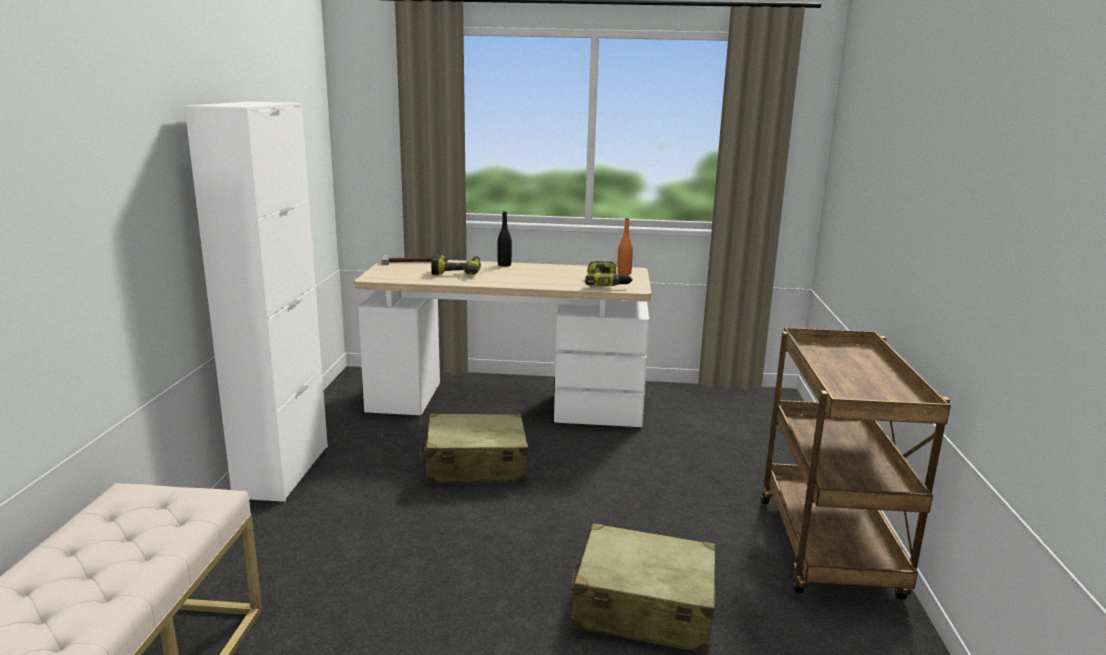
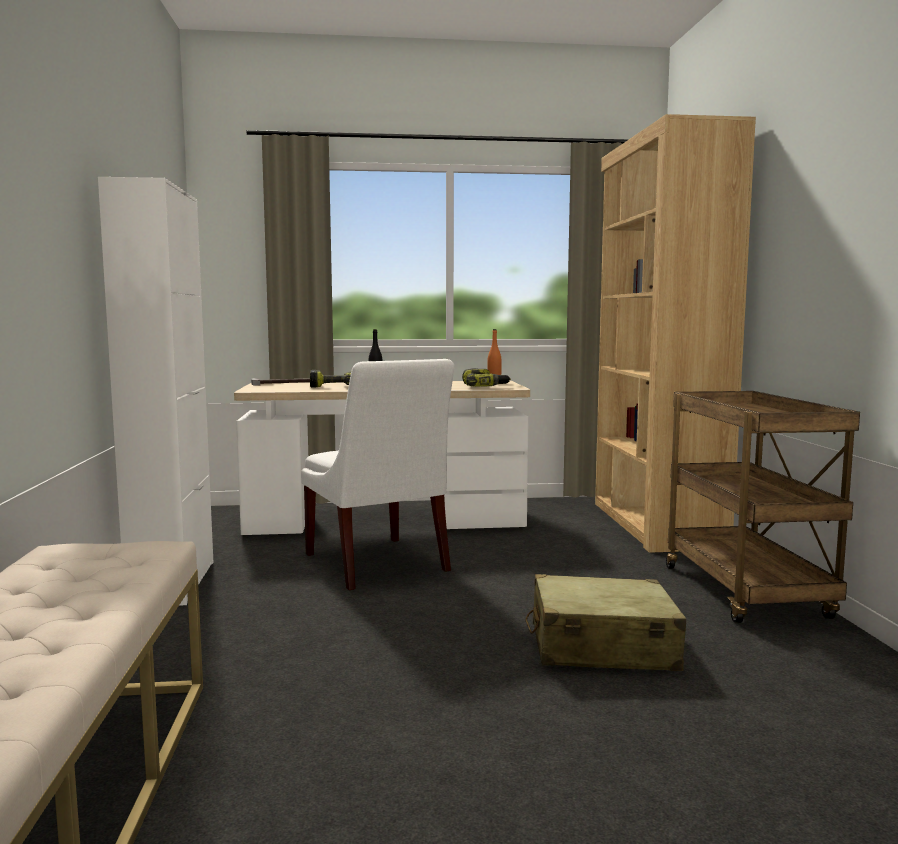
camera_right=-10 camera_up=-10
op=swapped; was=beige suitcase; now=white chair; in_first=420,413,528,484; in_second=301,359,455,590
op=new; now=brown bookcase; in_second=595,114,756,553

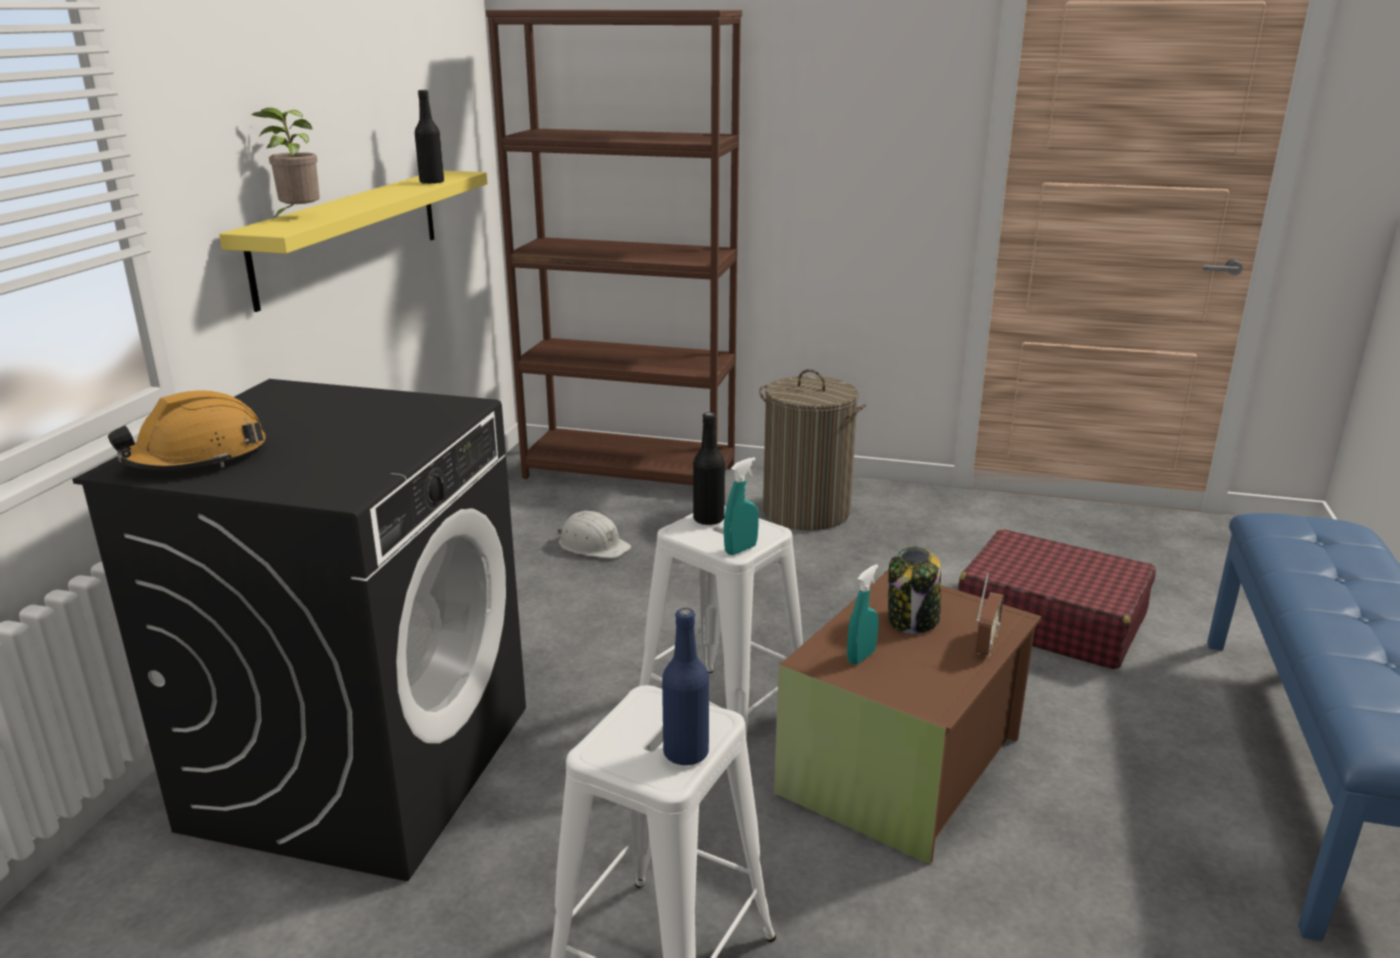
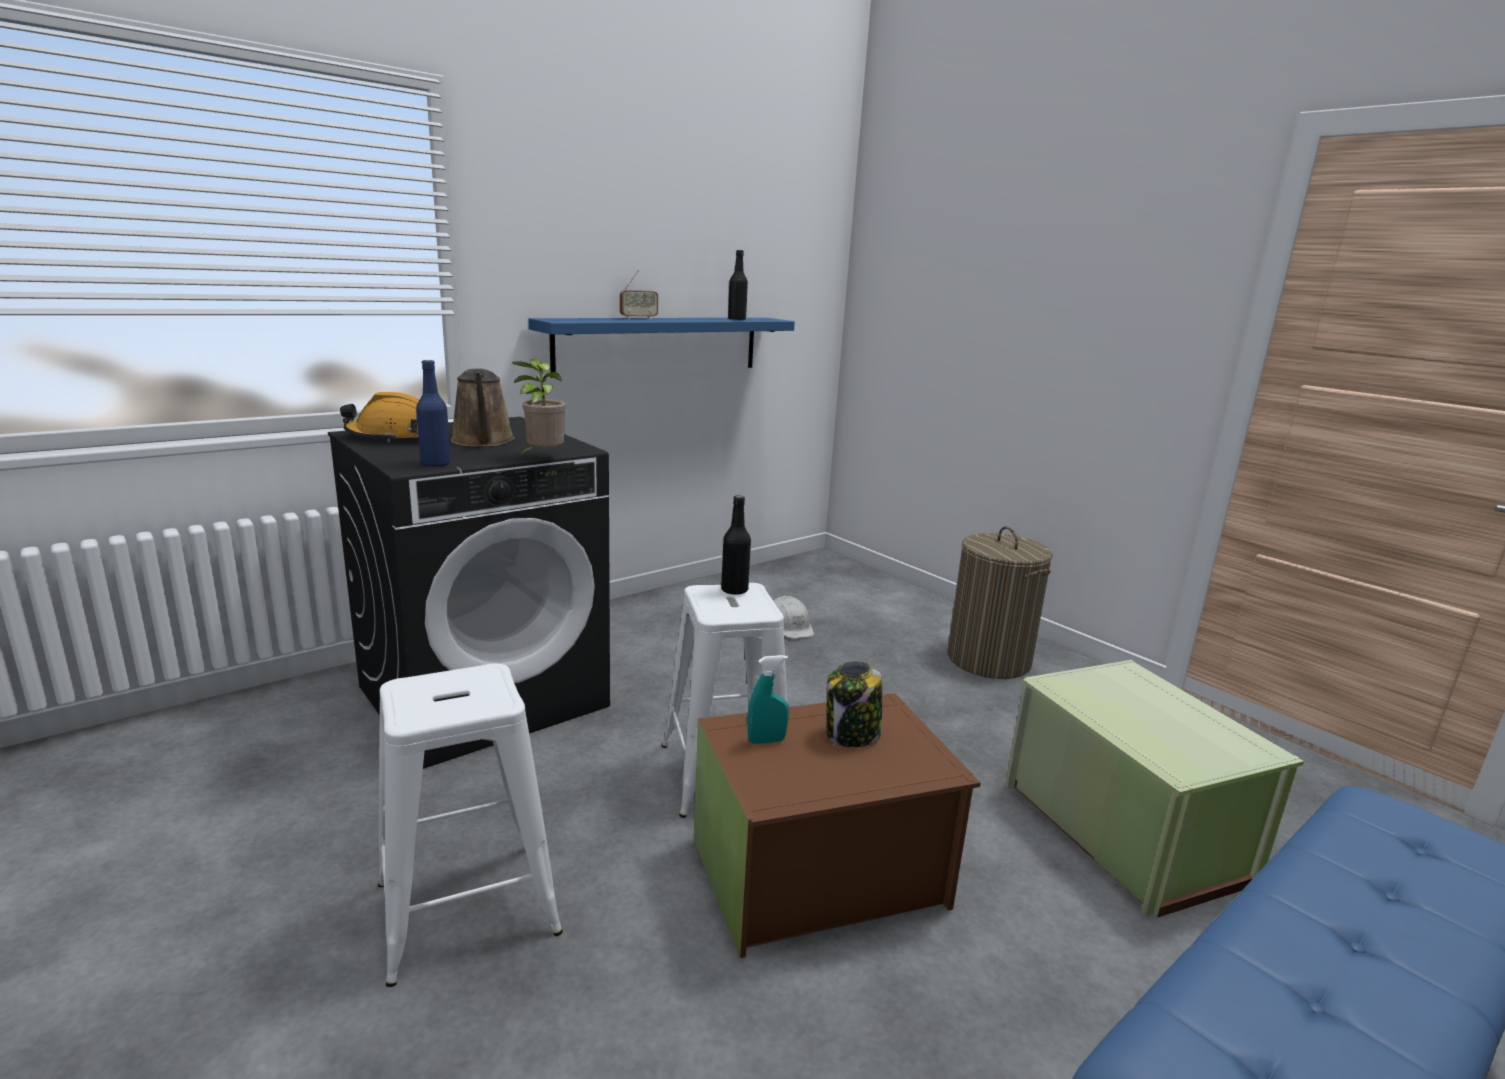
camera_right=35 camera_up=-5
op=repainted; was=yellow shelf; now=blue shelf; in_first=219,171,487,312; in_second=528,318,795,378
op=shifted; was=potted plant; in_first=251,108,320,219; in_second=512,359,566,454
op=gone; was=brown bookcase; in_first=486,10,742,485
op=shifted; was=blue bottle; in_first=662,608,709,766; in_second=416,360,451,467
op=gone; was=turquoise spray bottle; in_first=724,457,759,555
op=swapped; was=red suitcase; now=green storage box; in_first=958,529,1156,670; in_second=1005,660,1304,918
op=shifted; was=radio; in_first=975,573,1004,656; in_second=620,270,658,319
op=new; now=brown watering can; in_second=451,368,515,447

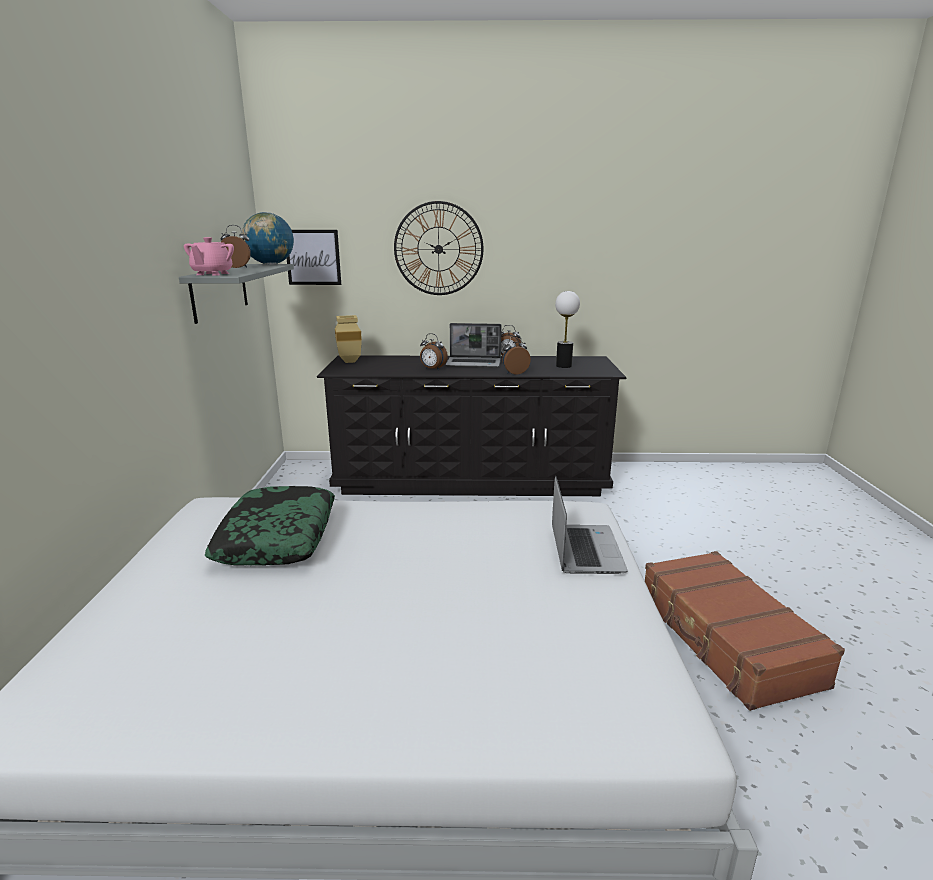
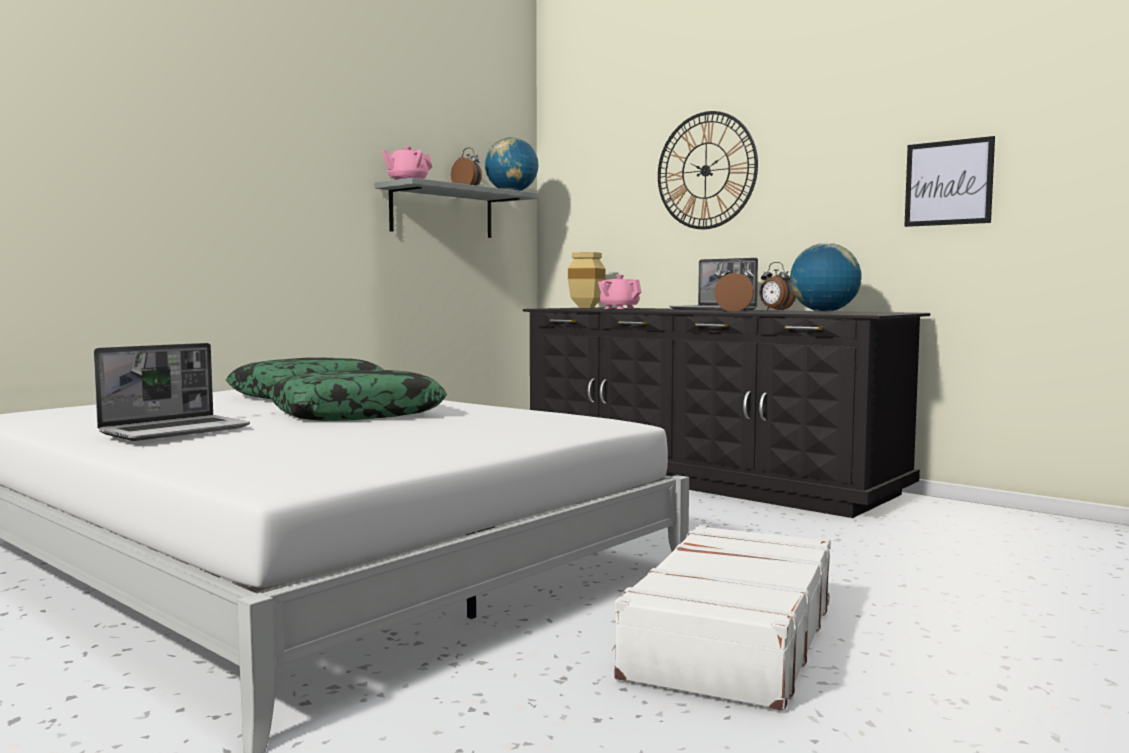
camera_right=40 camera_up=-15
op=shifted; was=picture; in_first=287,230,341,285; in_second=904,136,995,227
op=gone; was=alarm clock; in_first=420,333,448,370
op=shifted; was=laptop; in_first=552,476,628,574; in_second=94,343,250,441
op=swapped; was=table lamp; now=globe; in_first=555,291,580,368; in_second=790,243,862,312
op=repainted; was=brown suitcase; now=white suitcase; in_first=645,551,845,711; in_second=611,525,831,710
op=new; now=pillow; in_second=269,370,447,421
op=new; now=pink teapot; in_second=598,274,642,309

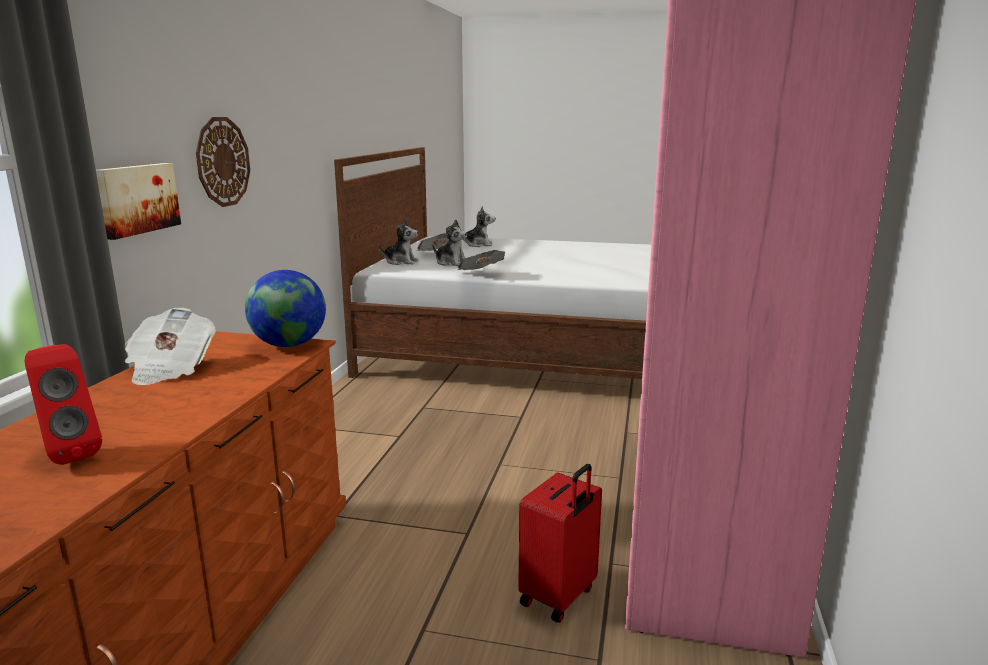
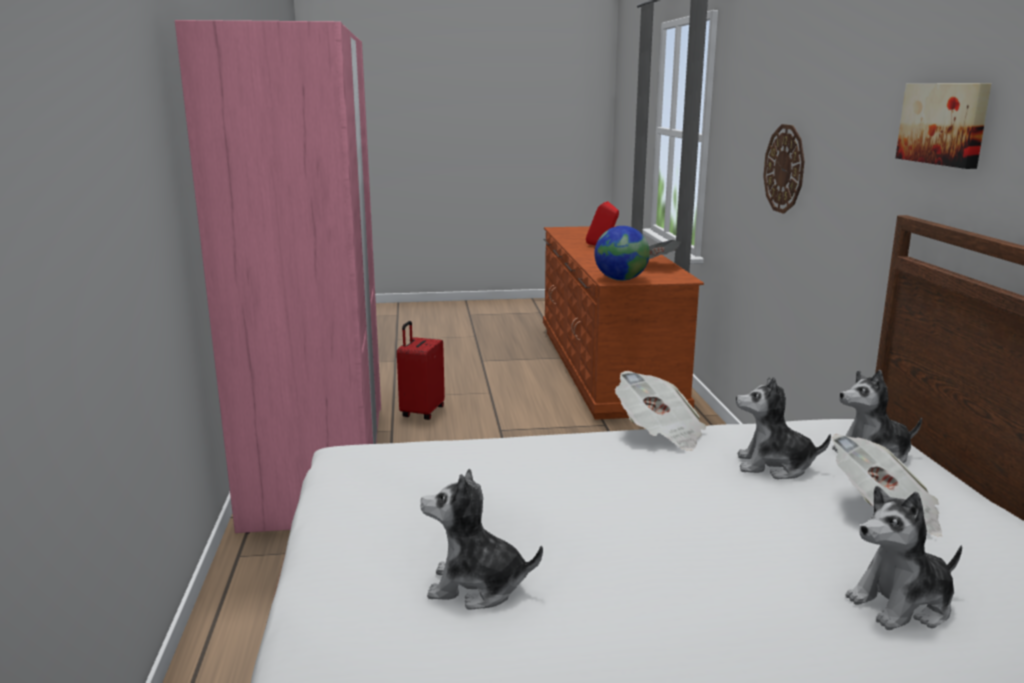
camera_right=160 camera_up=0
op=shifted; was=picture; in_first=96,163,181,240; in_second=896,83,991,169
op=new; now=plush toy; in_second=420,469,543,610

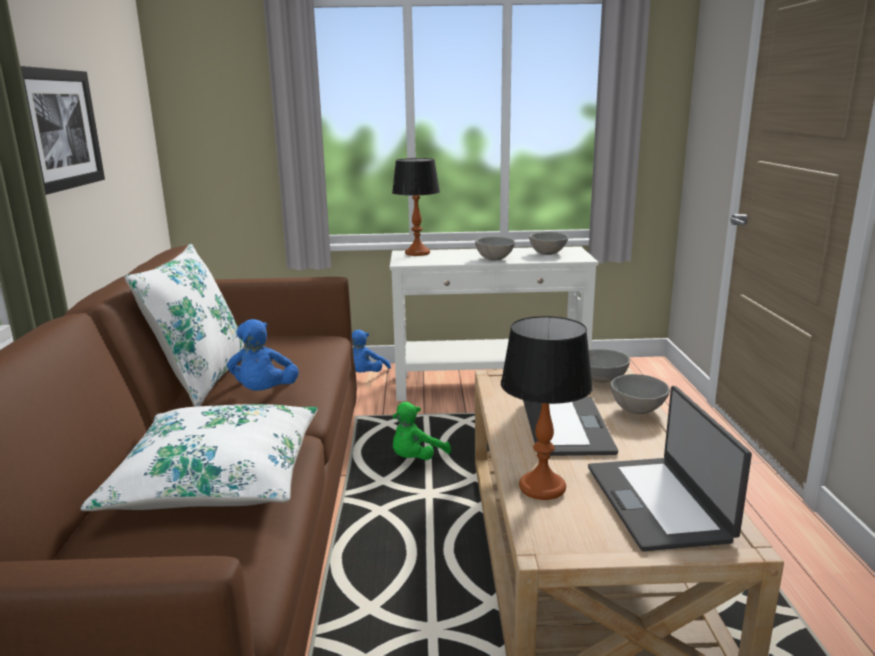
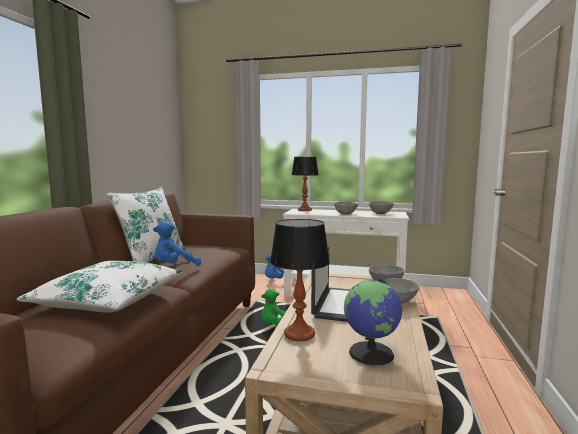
camera_right=15 camera_up=-10
op=gone; was=picture; in_first=20,66,105,195
op=rotated; was=blue plush toy; in_first=227,319,299,391; in_second=153,221,201,266; clockwise=45
op=swapped; was=laptop; now=globe; in_first=588,386,752,552; in_second=344,279,402,366

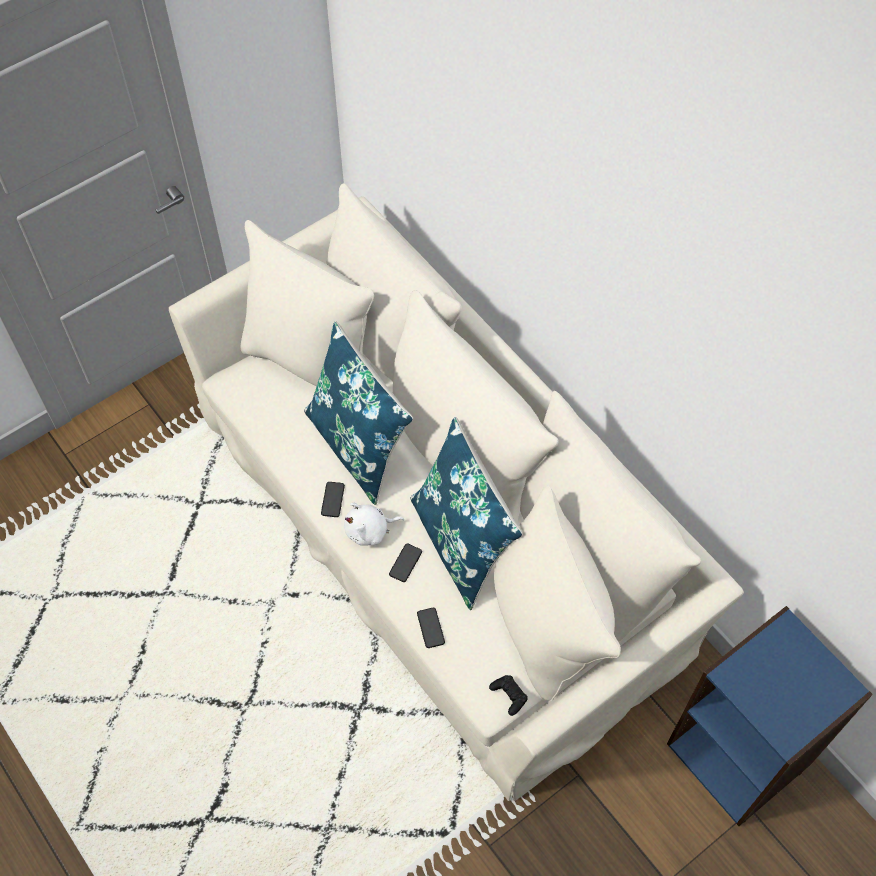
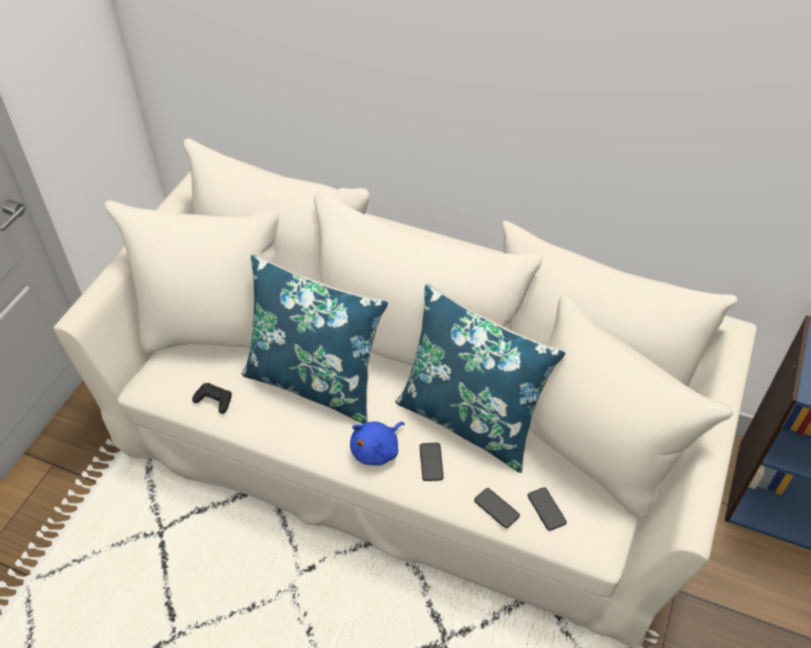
camera_right=-30 camera_up=-10
op=shifted; was=phone; in_first=321,482,345,517; in_second=527,487,567,531
op=repainted; was=white plush toy; now=blue plush toy; in_first=344,503,404,546; in_second=350,422,405,466
op=shifted; was=black game controller; in_first=489,675,528,716; in_second=192,383,232,414

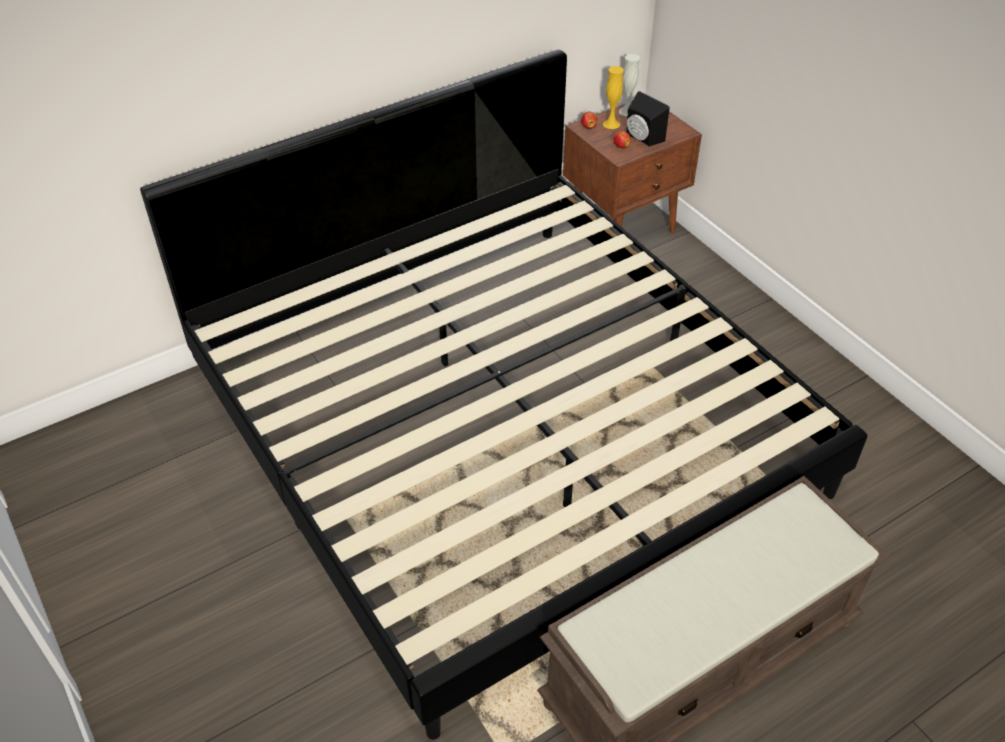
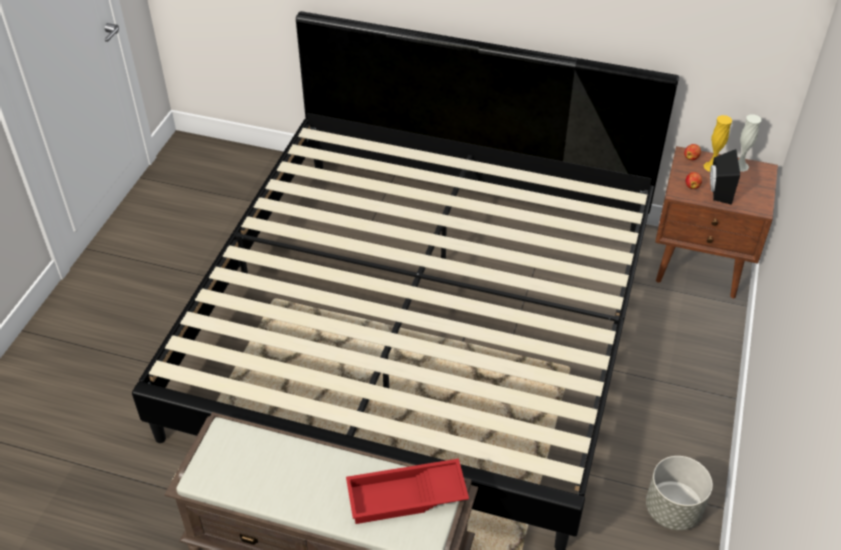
camera_right=50 camera_up=0
op=new; now=red tray; in_second=346,458,469,524
op=new; now=grey planter; in_second=646,456,713,530

